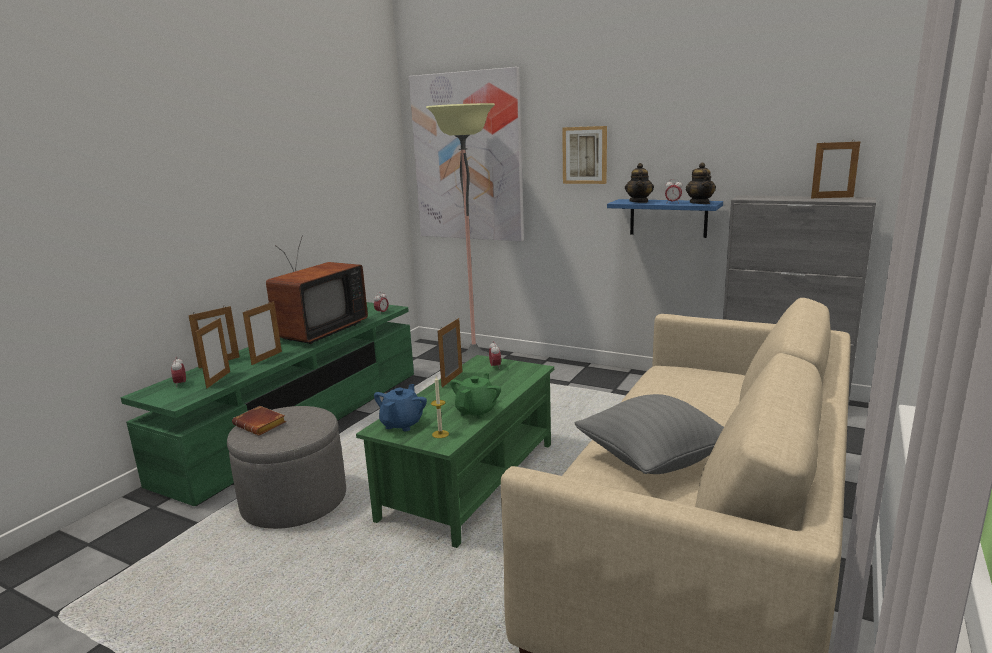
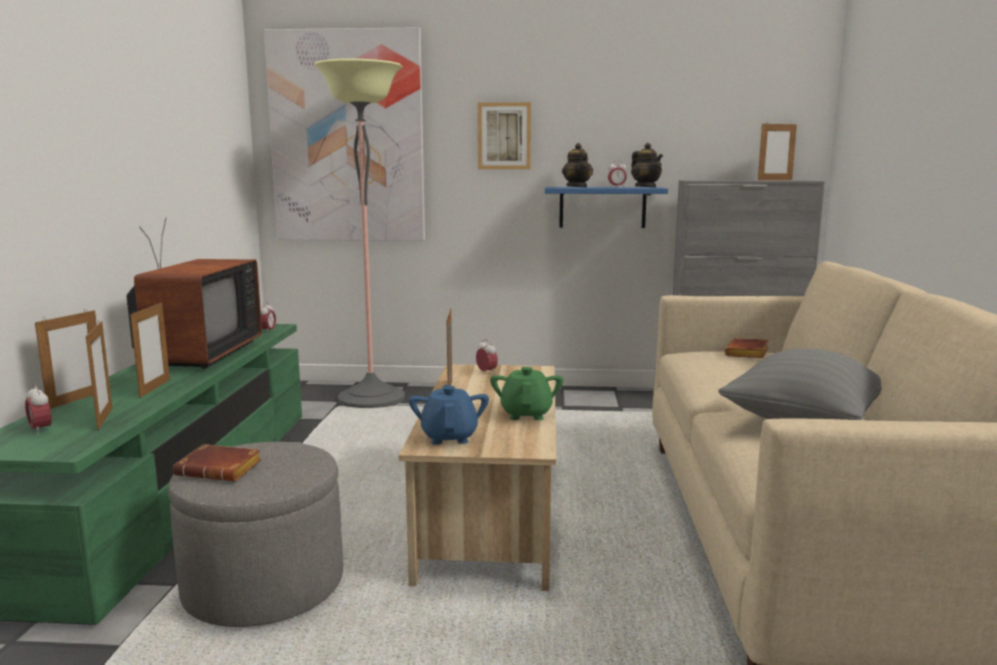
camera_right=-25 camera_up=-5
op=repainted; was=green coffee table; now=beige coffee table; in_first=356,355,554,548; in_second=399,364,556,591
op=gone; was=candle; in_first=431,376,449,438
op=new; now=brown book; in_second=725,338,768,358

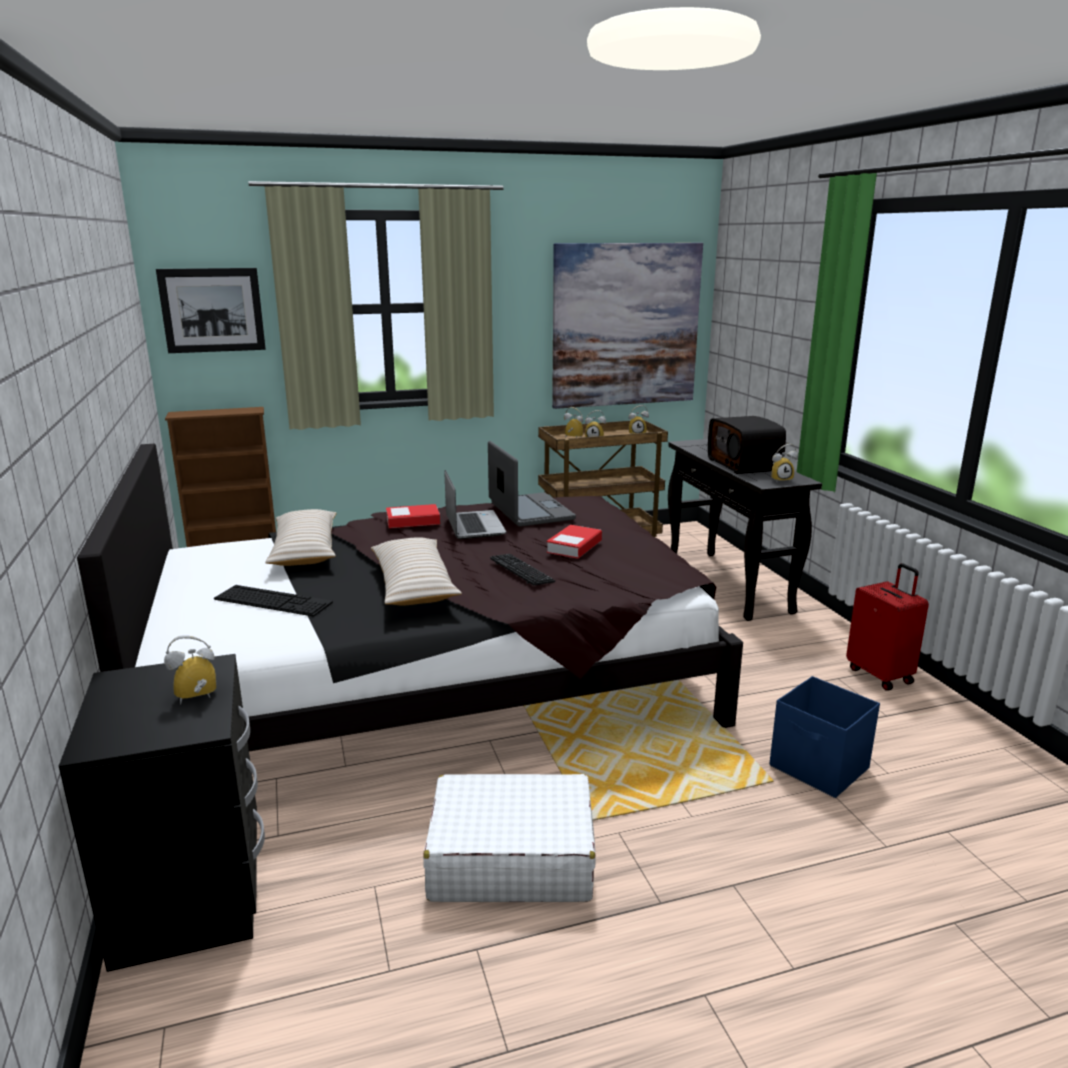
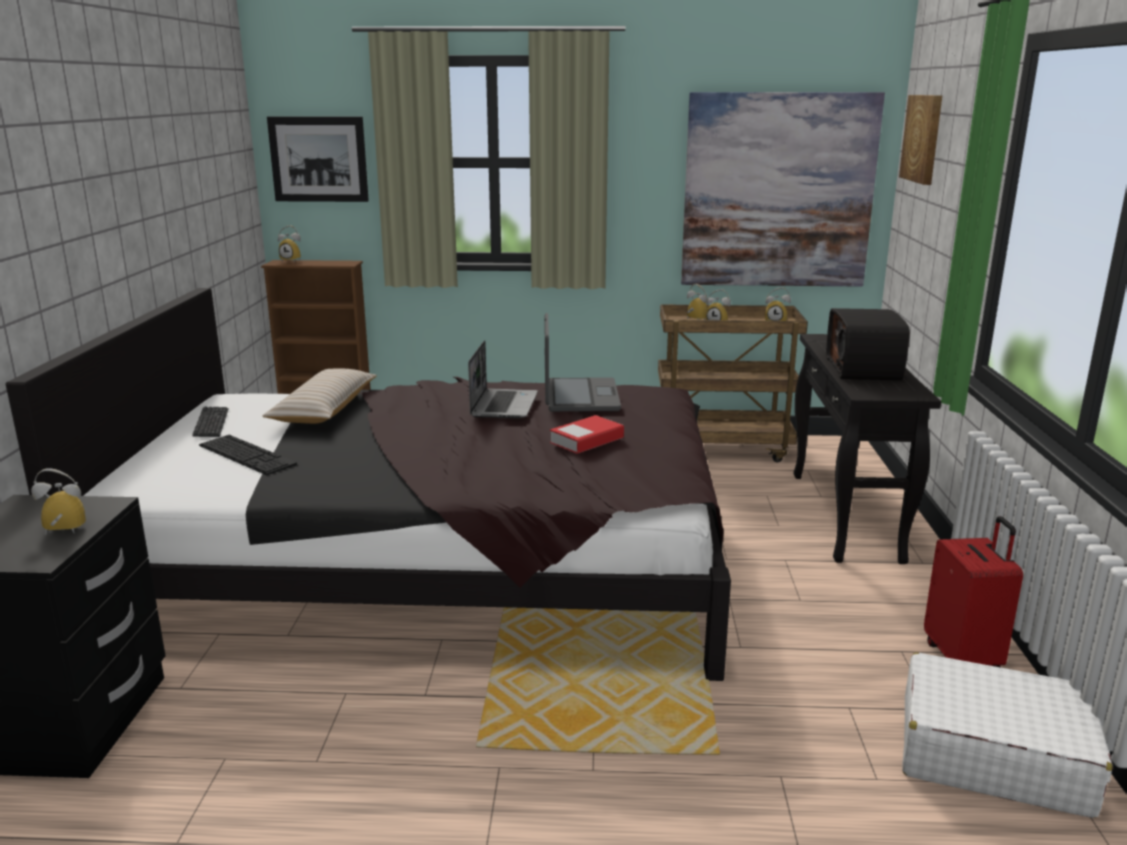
camera_right=20 camera_up=0
op=gone; was=beige pillow; in_first=371,537,462,606
op=gone; was=book; in_first=386,504,440,529
op=shifted; was=white suitcase; in_first=423,774,596,902; in_second=902,652,1113,818
op=shifted; was=keyboard; in_first=490,554,555,585; in_second=192,407,228,437
op=gone; was=blue storage box; in_first=770,676,880,798
op=shifted; was=alarm clock; in_first=771,444,798,482; in_second=278,226,301,262
op=new; now=picture; in_second=899,95,942,185

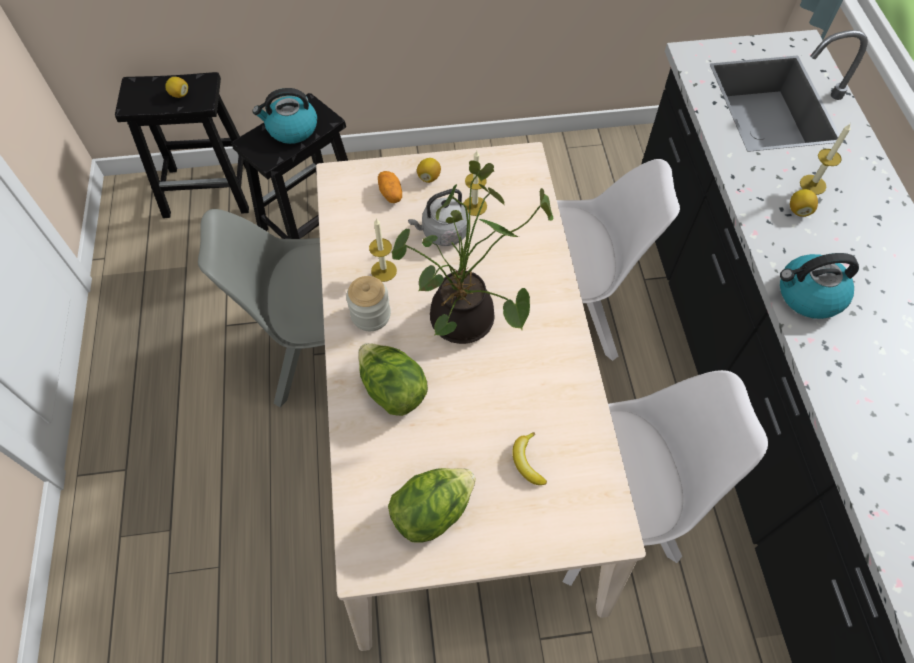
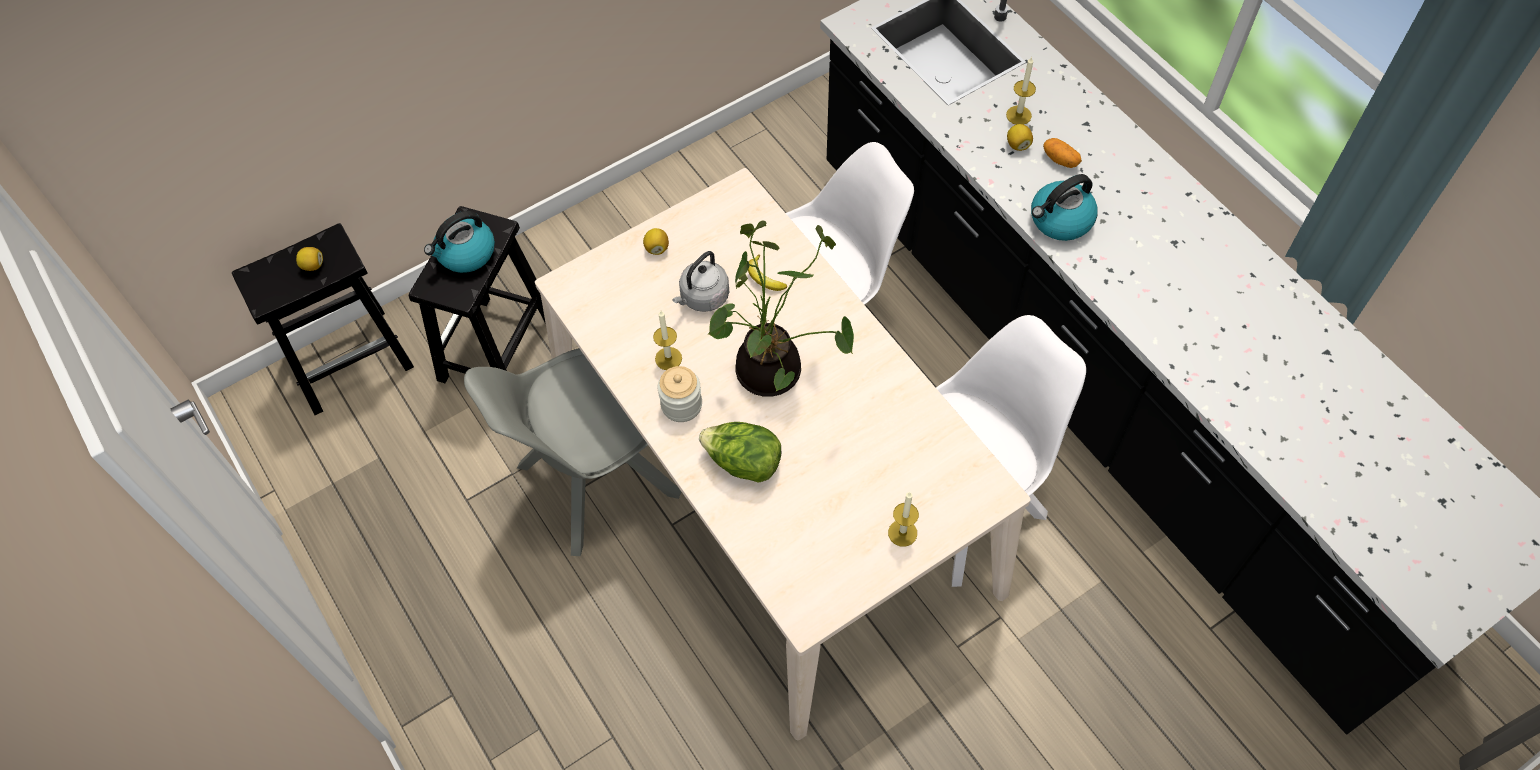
camera_right=-25 camera_up=0
op=shifted; was=potato; in_first=378,171,402,203; in_second=1043,138,1082,168
op=gone; was=lettuce; in_first=388,468,476,543
op=shifted; was=candle; in_first=463,151,487,216; in_second=888,492,919,547
op=shifted; was=banana; in_first=512,432,547,485; in_second=748,254,787,291

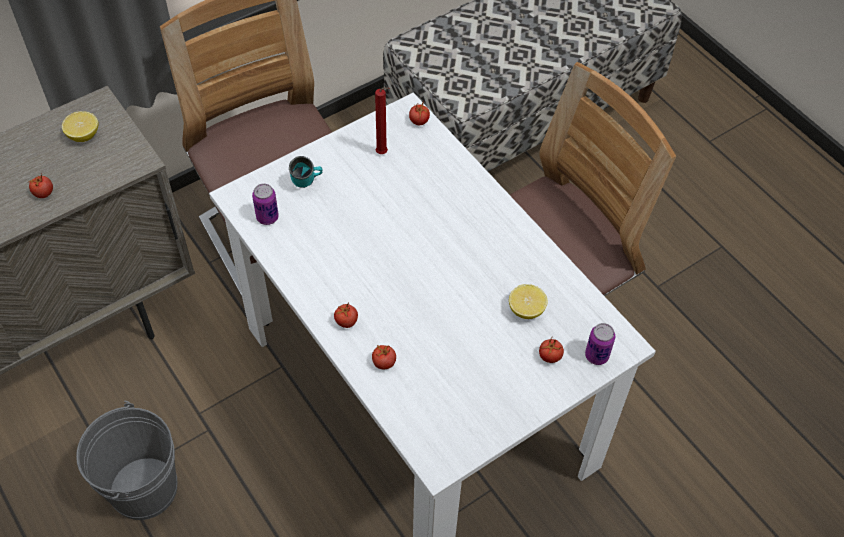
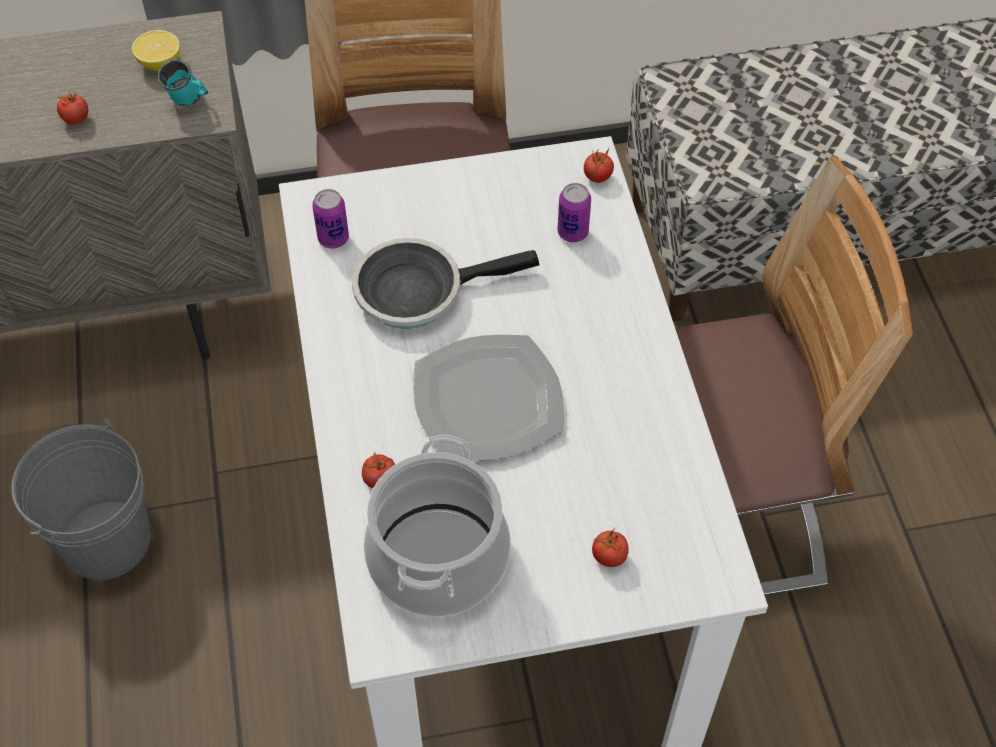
camera_right=25 camera_up=0
op=shifted; was=turquoise mug; in_first=289,156,323,188; in_second=158,59,208,106
op=gone; was=tomato; in_first=334,303,358,328
op=gone; was=red candle; in_first=375,87,390,154
op=gone; was=lemon; in_first=509,284,548,319
op=shifted; was=can; in_first=585,323,615,365; in_second=557,183,591,242
op=new; now=frying pan; in_second=352,238,539,329
op=new; now=cooking pot; in_second=363,435,511,617
op=new; now=plate; in_second=413,335,564,460

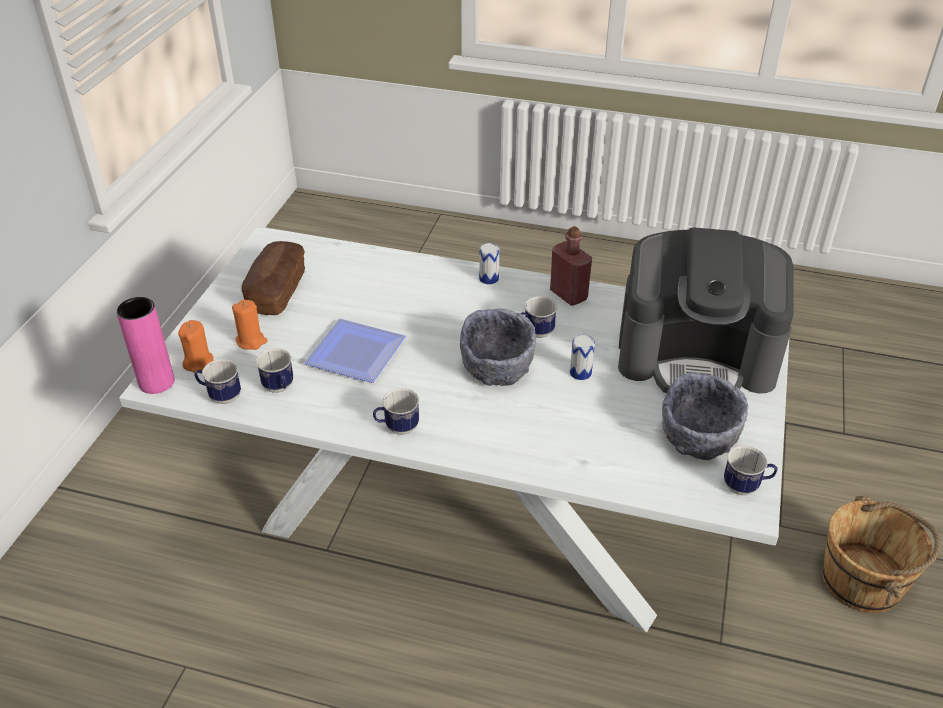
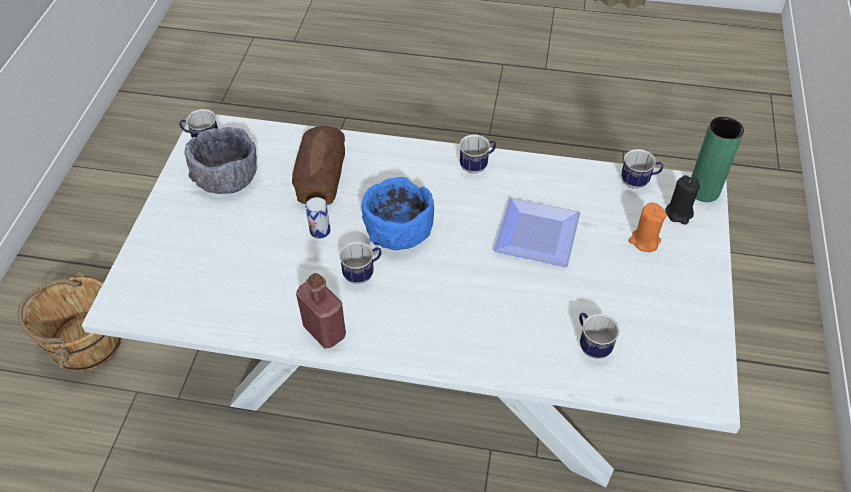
camera_right=175 camera_up=10
op=repainted; was=pink vase; now=green vase; in_first=116,297,175,394; in_second=691,117,744,202
op=repainted; was=orange candle; now=black candle; in_first=178,320,213,373; in_second=665,175,700,224
op=shifted; was=bread; in_first=241,241,305,315; in_second=292,126,345,205
op=shifted; was=mug; in_first=256,348,293,393; in_second=579,313,620,359
op=repainted; was=grey bowl; now=blue bowl; in_first=460,308,536,386; in_second=361,177,434,250
op=gone; was=can; in_first=479,243,499,284
op=gone; was=coffee machine; in_first=618,227,794,394

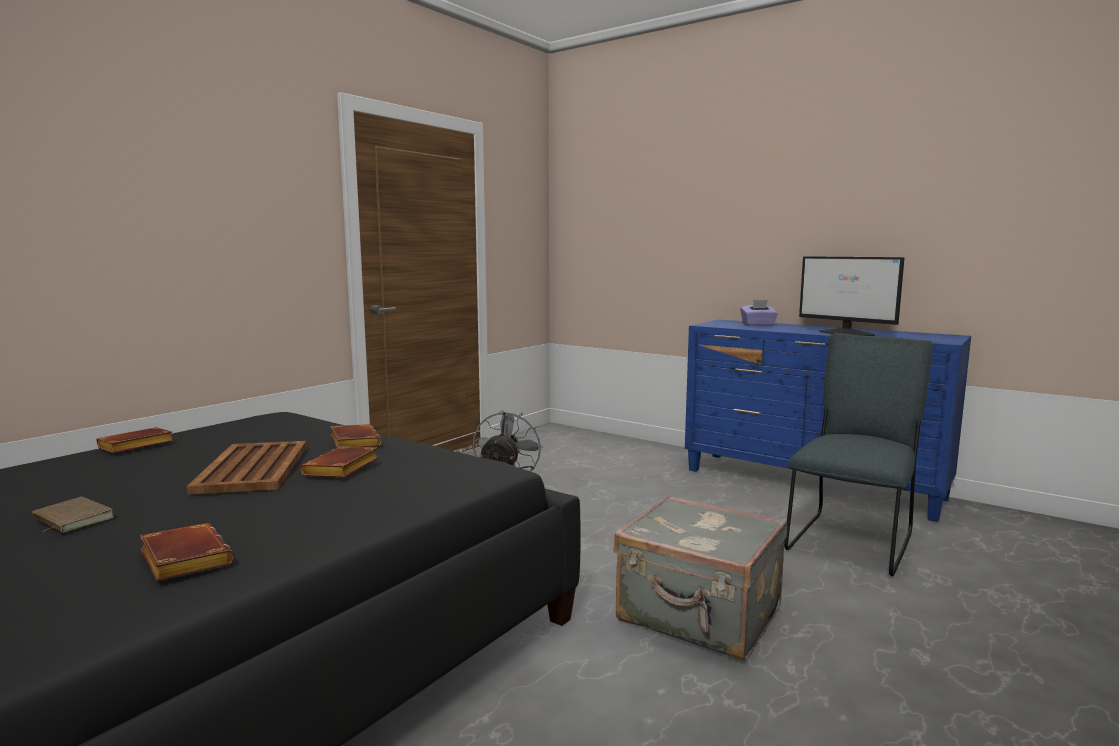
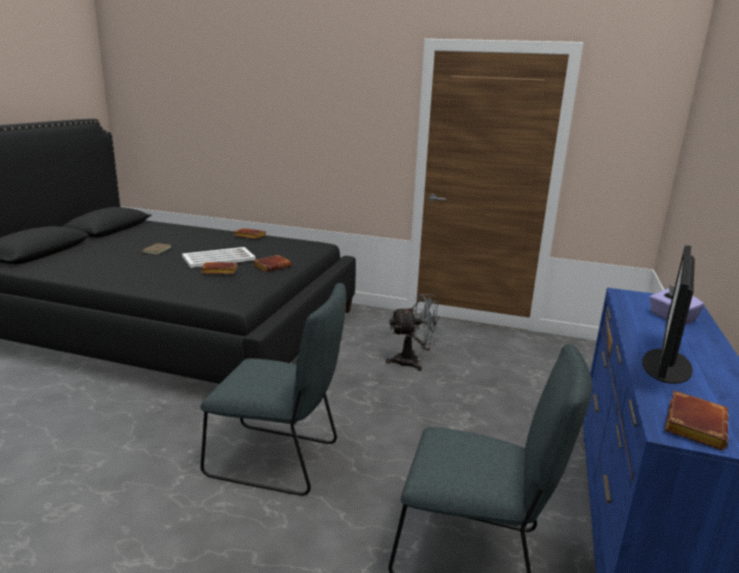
camera_right=70 camera_up=10
op=shifted; was=brown book; in_first=140,523,234,581; in_second=665,390,729,450
op=repainted; was=brown tray; now=white tray; in_first=186,441,307,495; in_second=182,247,256,268
op=swapped; was=grey suitcase; now=grey chair; in_first=613,495,787,661; in_second=200,283,346,496

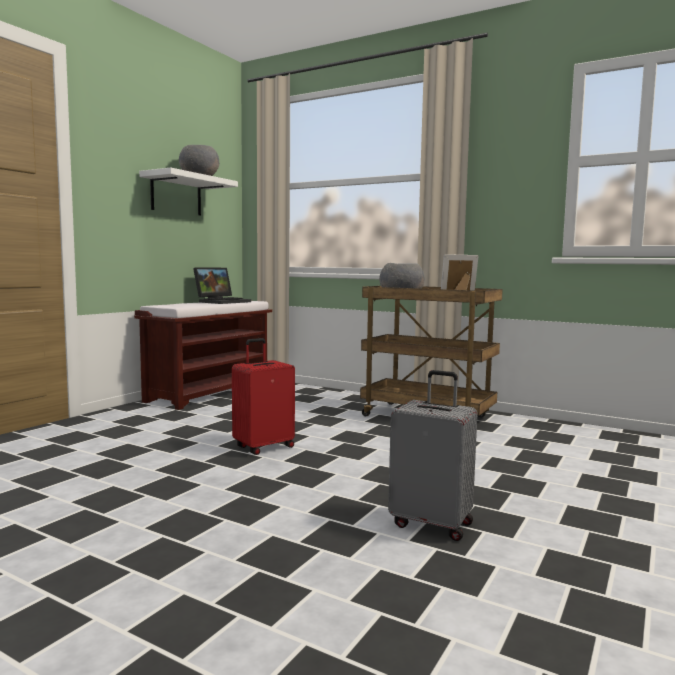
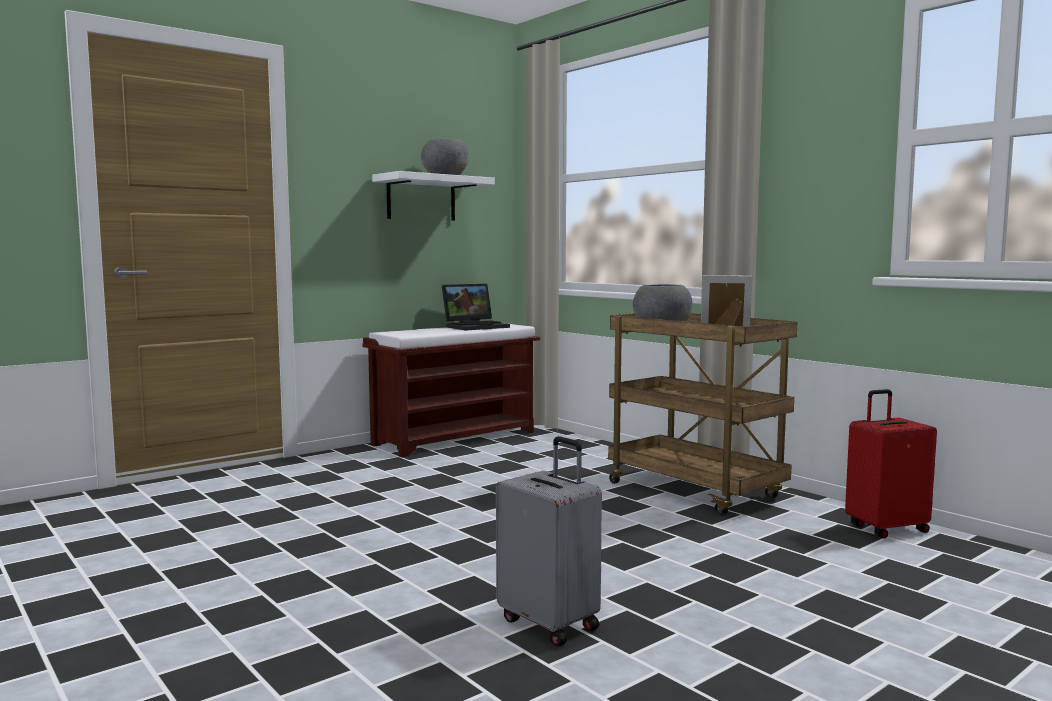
camera_right=20 camera_up=0
op=shifted; was=red suitcase; in_first=232,338,295,455; in_second=845,389,937,538

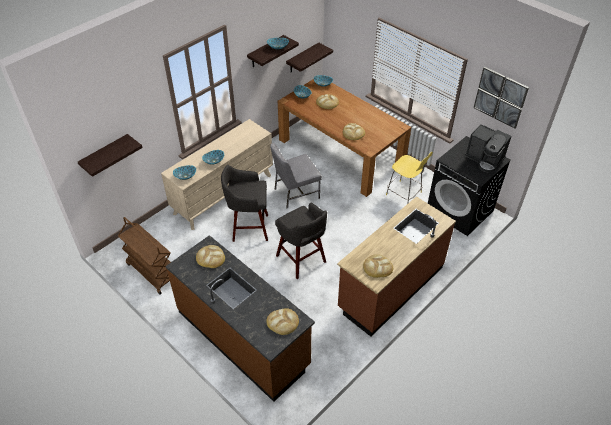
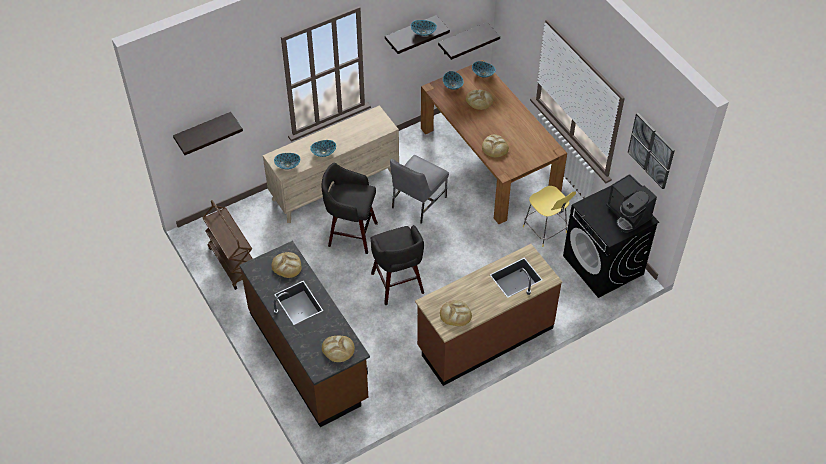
camera_right=15 camera_up=5
op=rotated; was=grey chair; in_first=270,143,322,208; in_second=390,155,449,224; clockwise=-45

